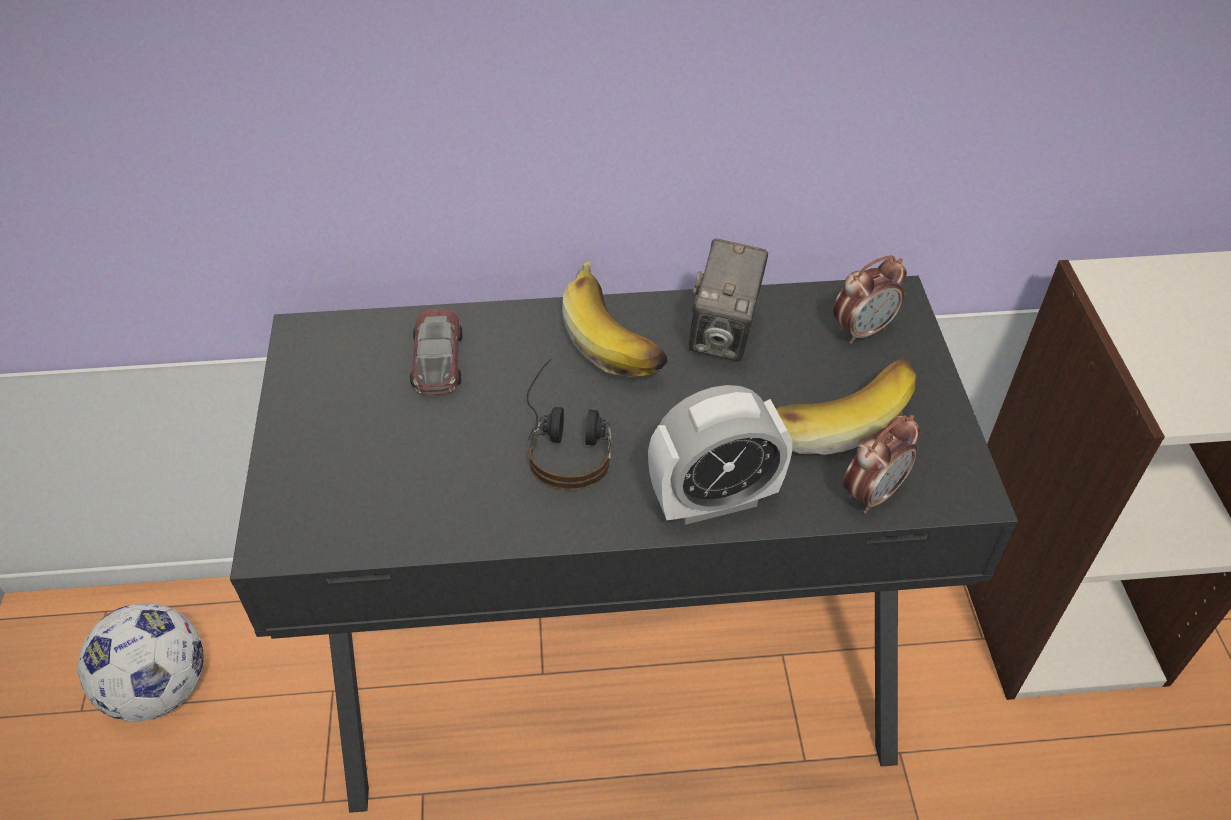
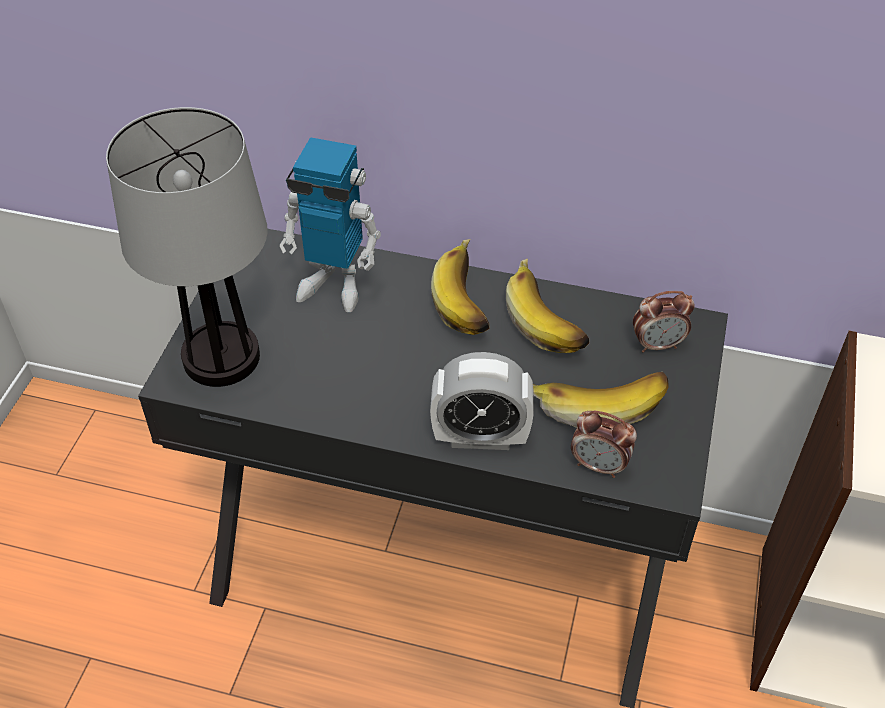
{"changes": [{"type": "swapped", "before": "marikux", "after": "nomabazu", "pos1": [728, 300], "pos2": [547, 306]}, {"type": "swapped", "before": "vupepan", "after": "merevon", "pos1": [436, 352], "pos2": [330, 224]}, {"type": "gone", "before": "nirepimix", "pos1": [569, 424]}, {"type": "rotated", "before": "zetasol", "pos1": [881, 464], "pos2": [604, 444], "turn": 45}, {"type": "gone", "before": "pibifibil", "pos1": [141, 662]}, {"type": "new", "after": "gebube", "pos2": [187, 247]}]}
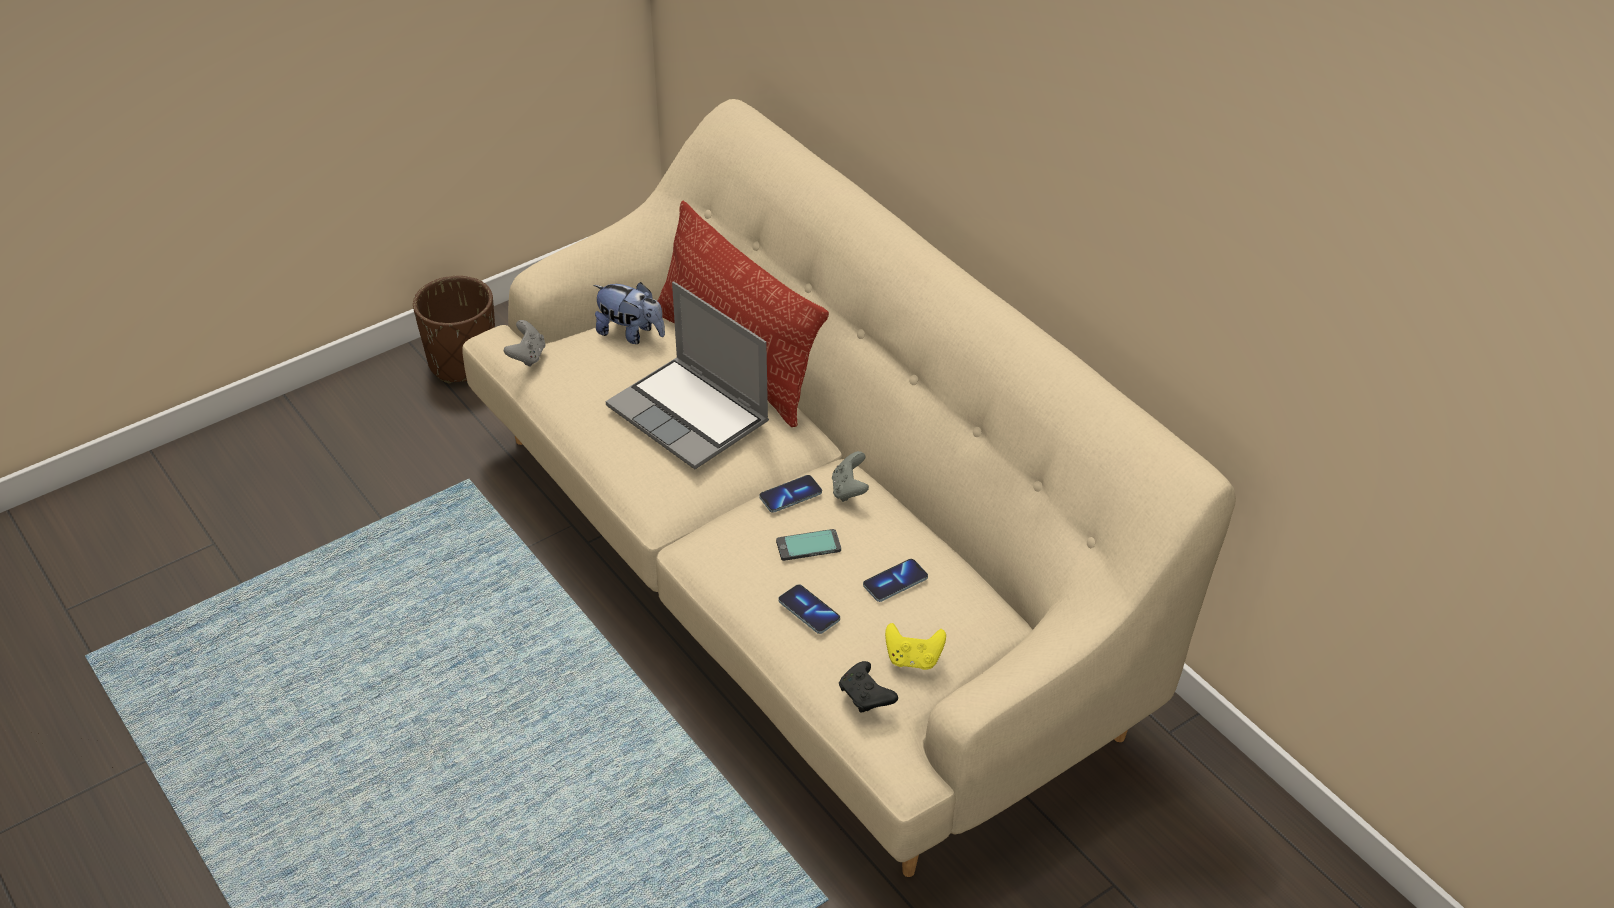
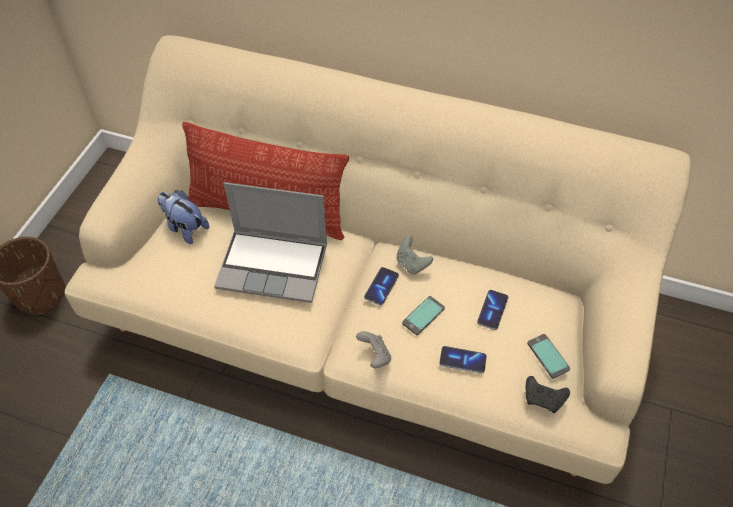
{"changes": [{"type": "rotated", "before": "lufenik", "pos1": [629, 313], "pos2": [183, 217], "turn": -135}, {"type": "shifted", "before": "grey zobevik", "pos1": [524, 343], "pos2": [373, 349]}, {"type": "swapped", "before": "yellow zobevik", "after": "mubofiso", "pos1": [915, 646], "pos2": [548, 356]}]}
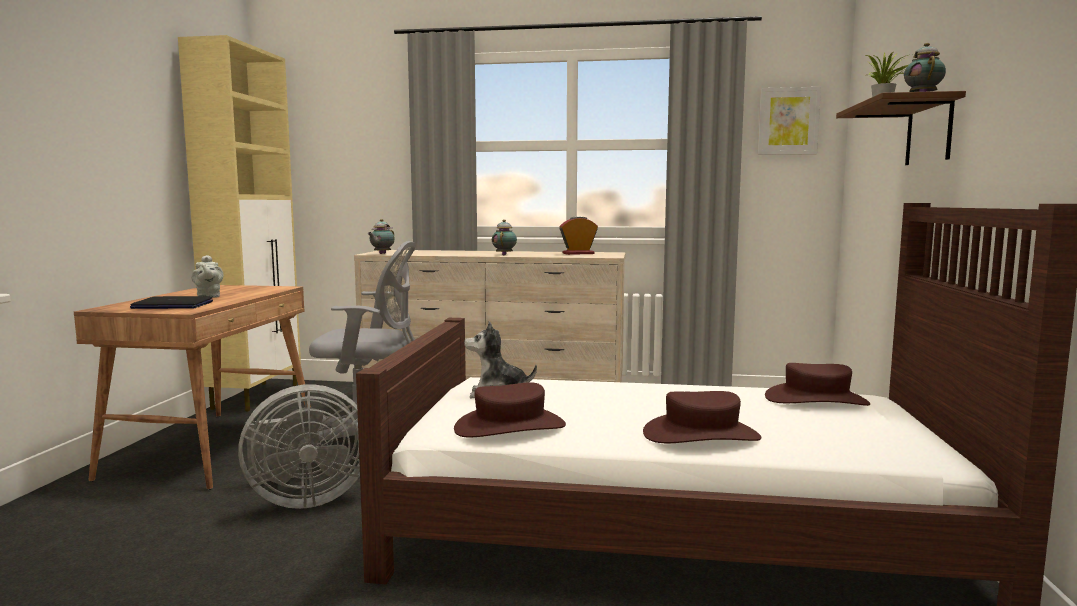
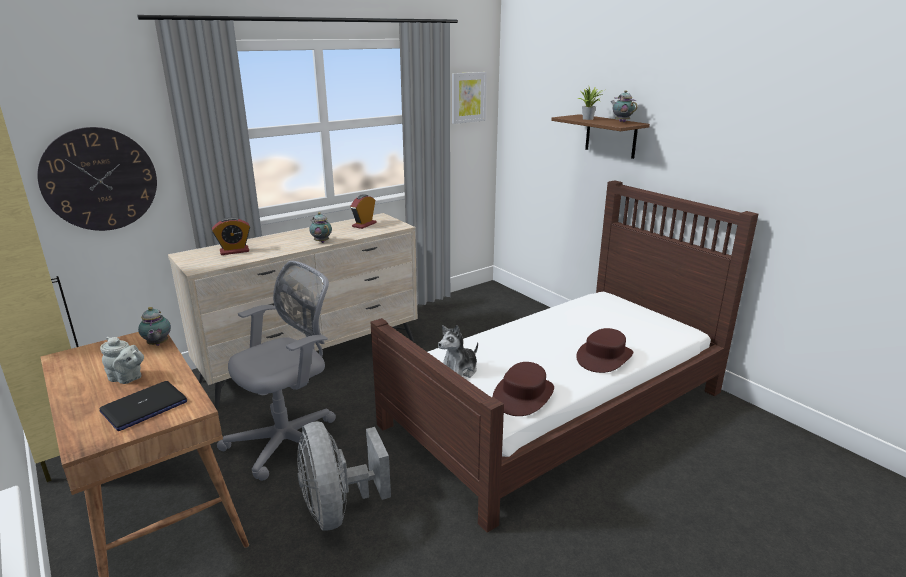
{"changes": [{"type": "shifted", "before": "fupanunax", "pos1": [381, 236], "pos2": [154, 326]}, {"type": "gone", "before": "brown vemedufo", "pos1": [817, 384]}, {"type": "rotated", "before": "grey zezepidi", "pos1": [299, 446], "pos2": [344, 476], "turn": 135}, {"type": "new", "after": "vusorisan", "pos2": [97, 179]}, {"type": "new", "after": "zetasol", "pos2": [231, 236]}]}
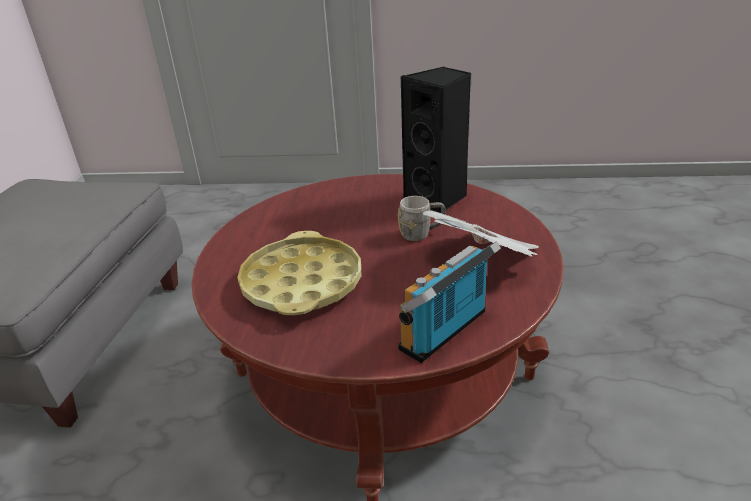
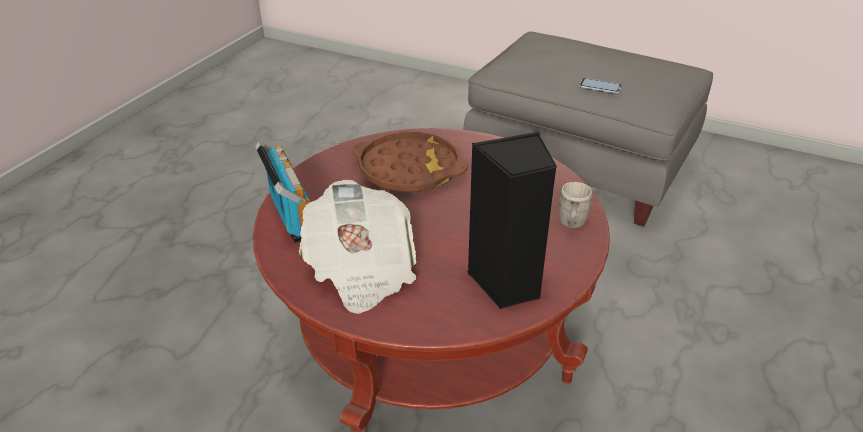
{"changes": [{"type": "shifted", "before": "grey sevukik", "pos1": [422, 218], "pos2": [575, 205]}, {"type": "repainted", "before": "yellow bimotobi", "after": "brown bimotobi", "pos1": [299, 273], "pos2": [410, 162]}, {"type": "new", "after": "mubofiso", "pos2": [601, 85]}]}
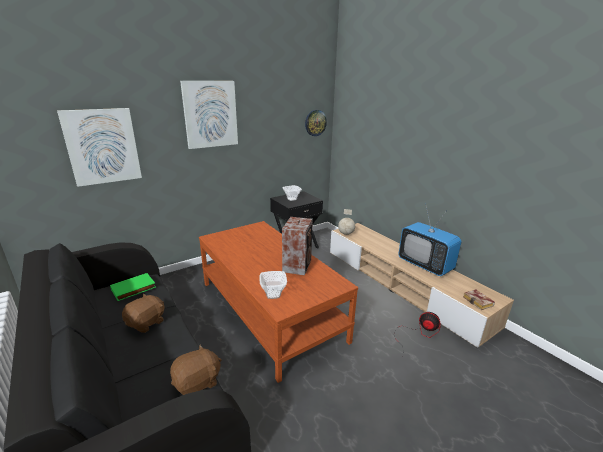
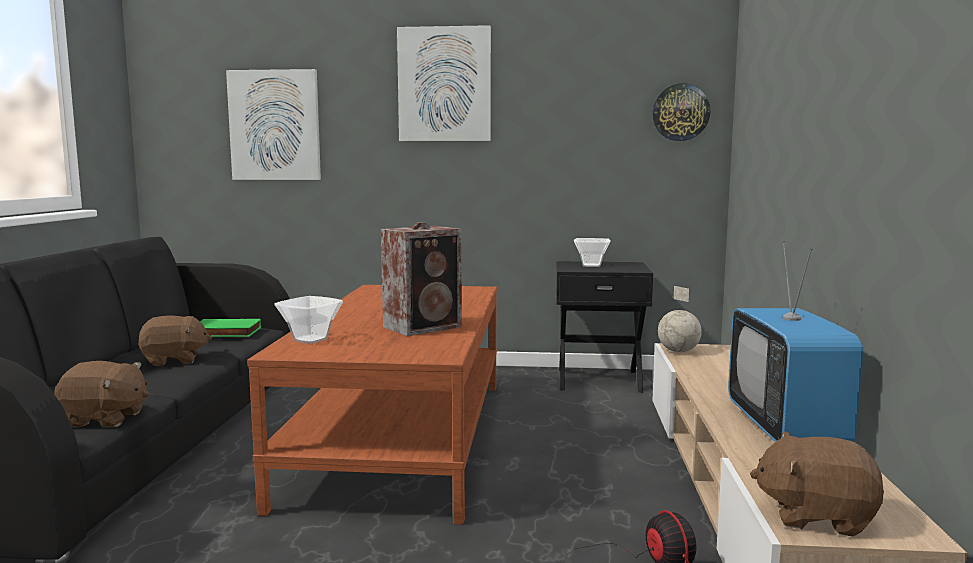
{"changes": [{"type": "swapped", "before": "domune", "after": "brown lufenik", "pos1": [479, 299], "pos2": [817, 484]}]}
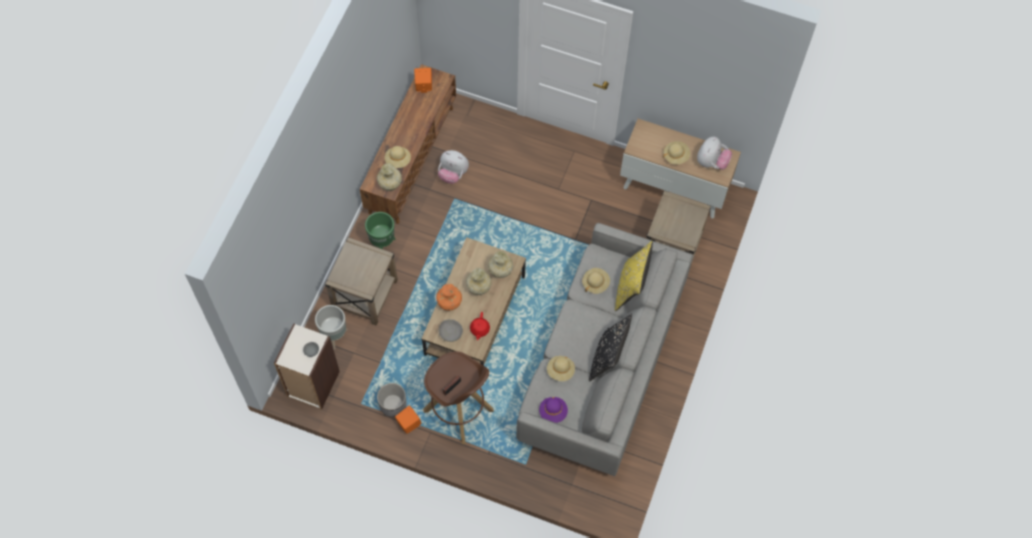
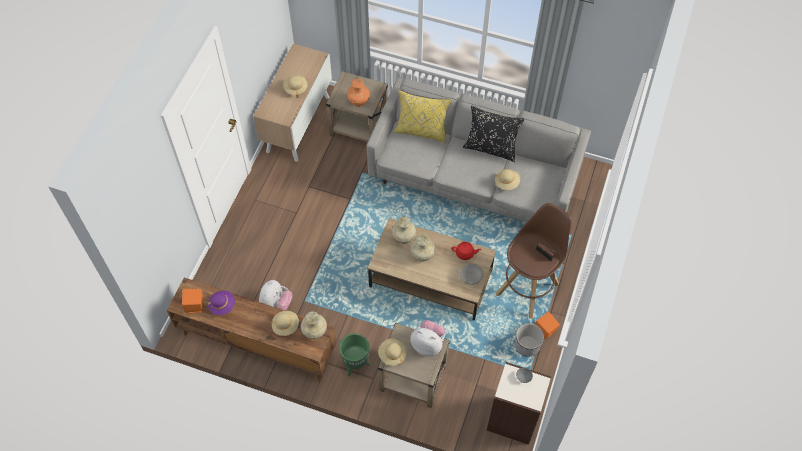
{"changes": [{"type": "shifted", "before": "lufenik", "pos1": [714, 153], "pos2": [428, 338]}, {"type": "shifted", "before": "beige vemedufo", "pos1": [596, 281], "pos2": [392, 352]}, {"type": "shifted", "before": "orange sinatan", "pos1": [449, 297], "pos2": [358, 93]}, {"type": "gone", "before": "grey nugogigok", "pos1": [331, 327]}, {"type": "shifted", "before": "purple vemedufo", "pos1": [553, 410], "pos2": [221, 303]}]}
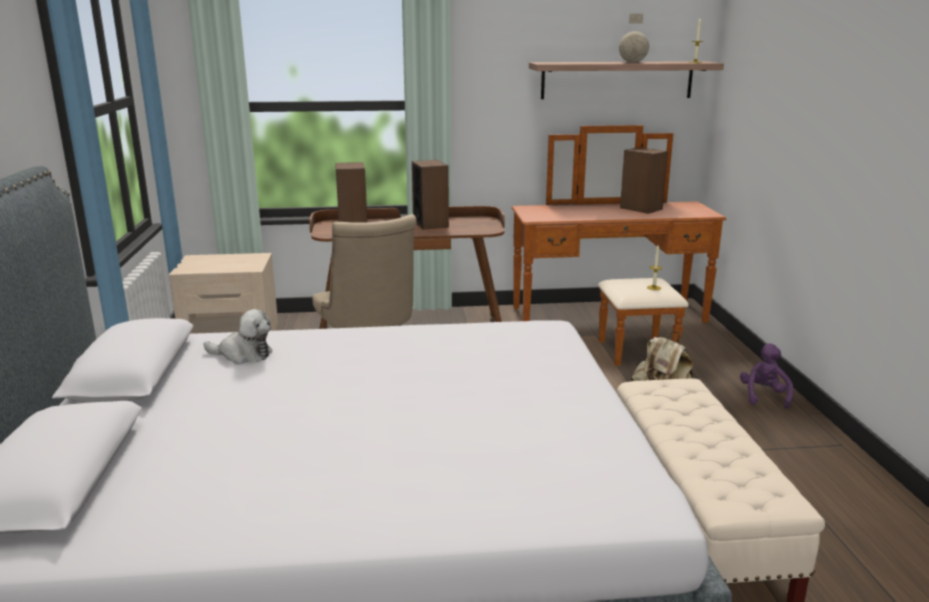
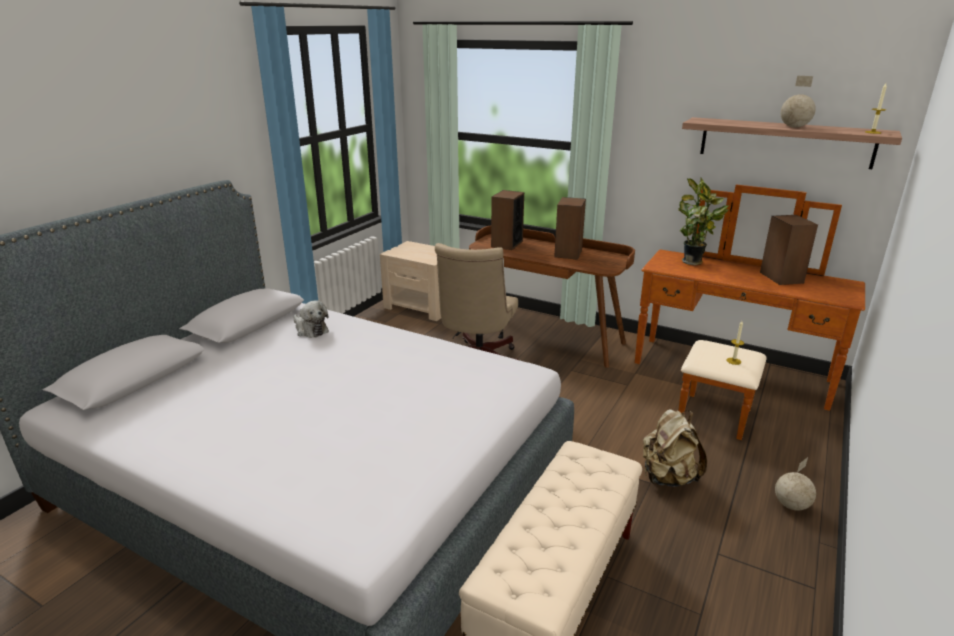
{"changes": [{"type": "swapped", "before": "purple lufenik", "after": "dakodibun", "pos1": [766, 376], "pos2": [795, 483]}, {"type": "new", "after": "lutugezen", "pos2": [703, 222]}]}
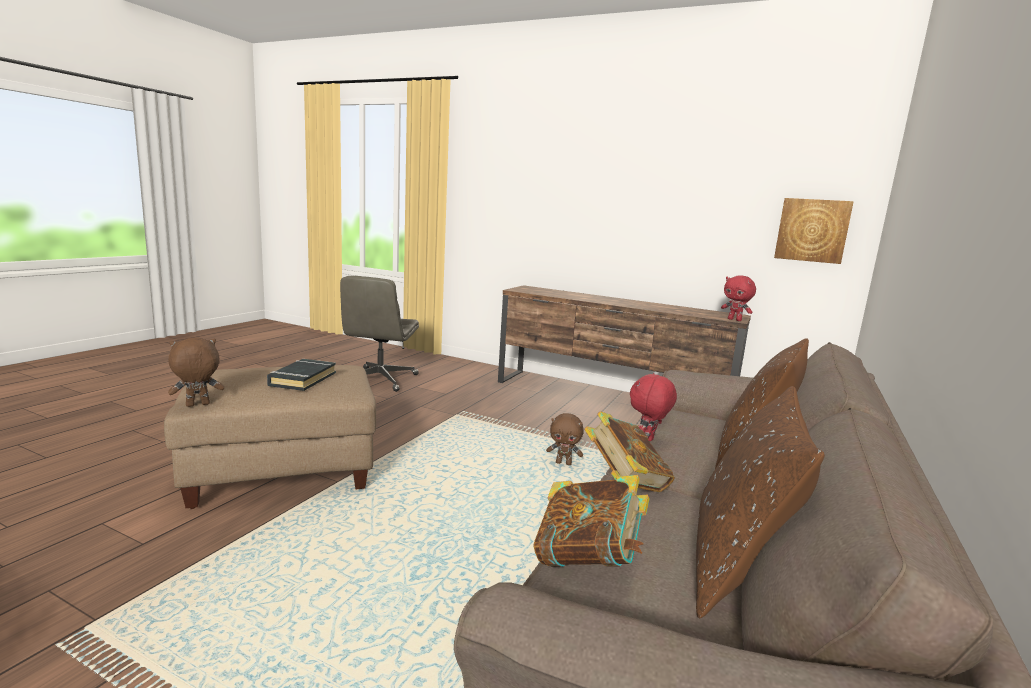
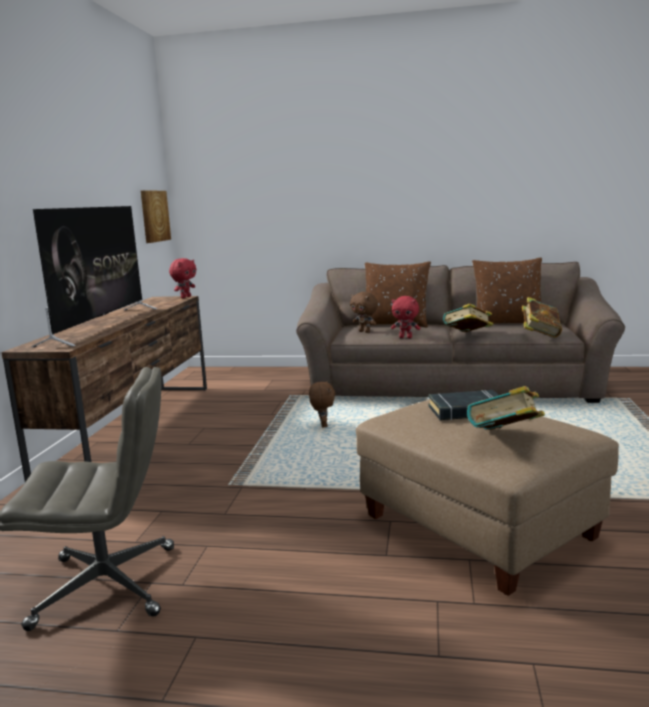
{"changes": [{"type": "shifted", "before": "brown lufenik", "pos1": [196, 372], "pos2": [364, 312]}, {"type": "new", "after": "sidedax", "pos2": [94, 276]}, {"type": "new", "after": "domune", "pos2": [506, 408]}]}
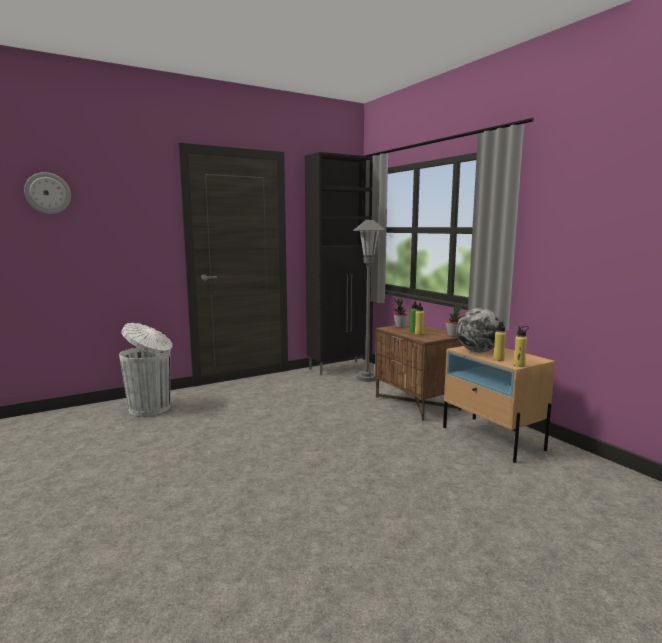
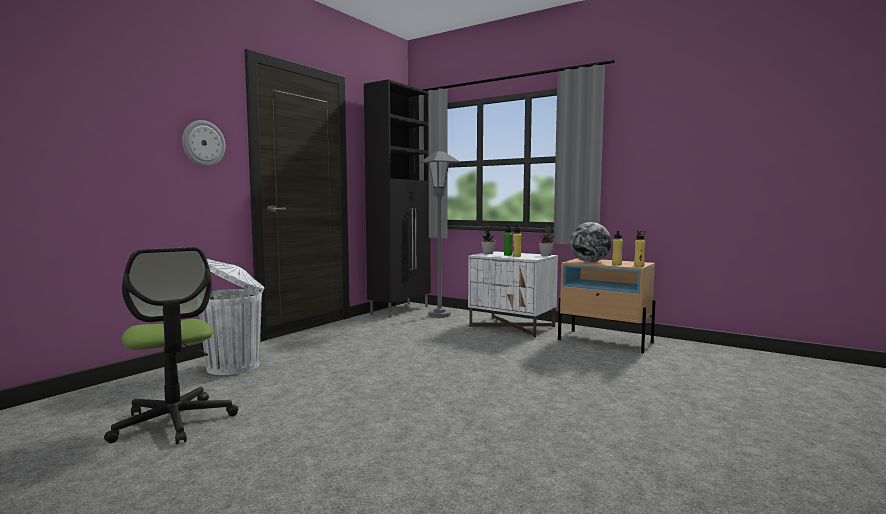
{"changes": [{"type": "shifted", "before": "vusorisan", "pos1": [47, 193], "pos2": [203, 143]}, {"type": "repainted", "before": "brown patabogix", "after": "white patabogix", "pos1": [419, 372], "pos2": [513, 294]}, {"type": "new", "after": "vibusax", "pos2": [171, 345]}]}
